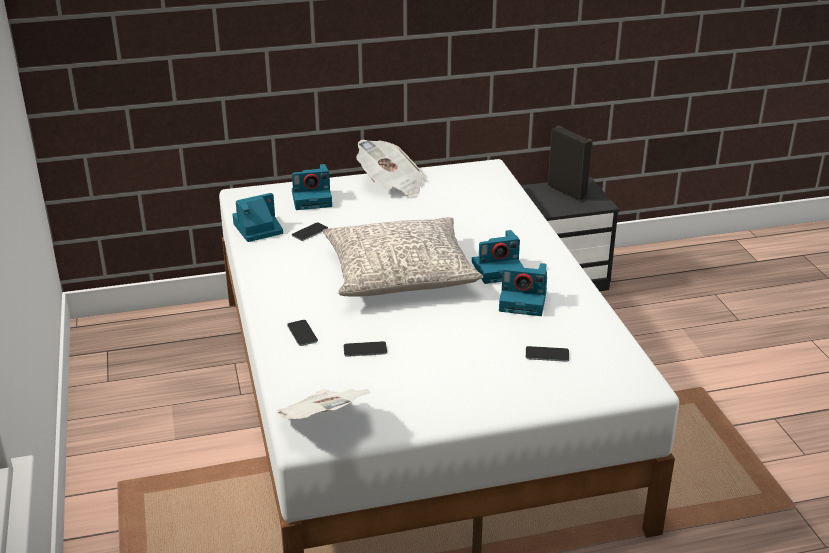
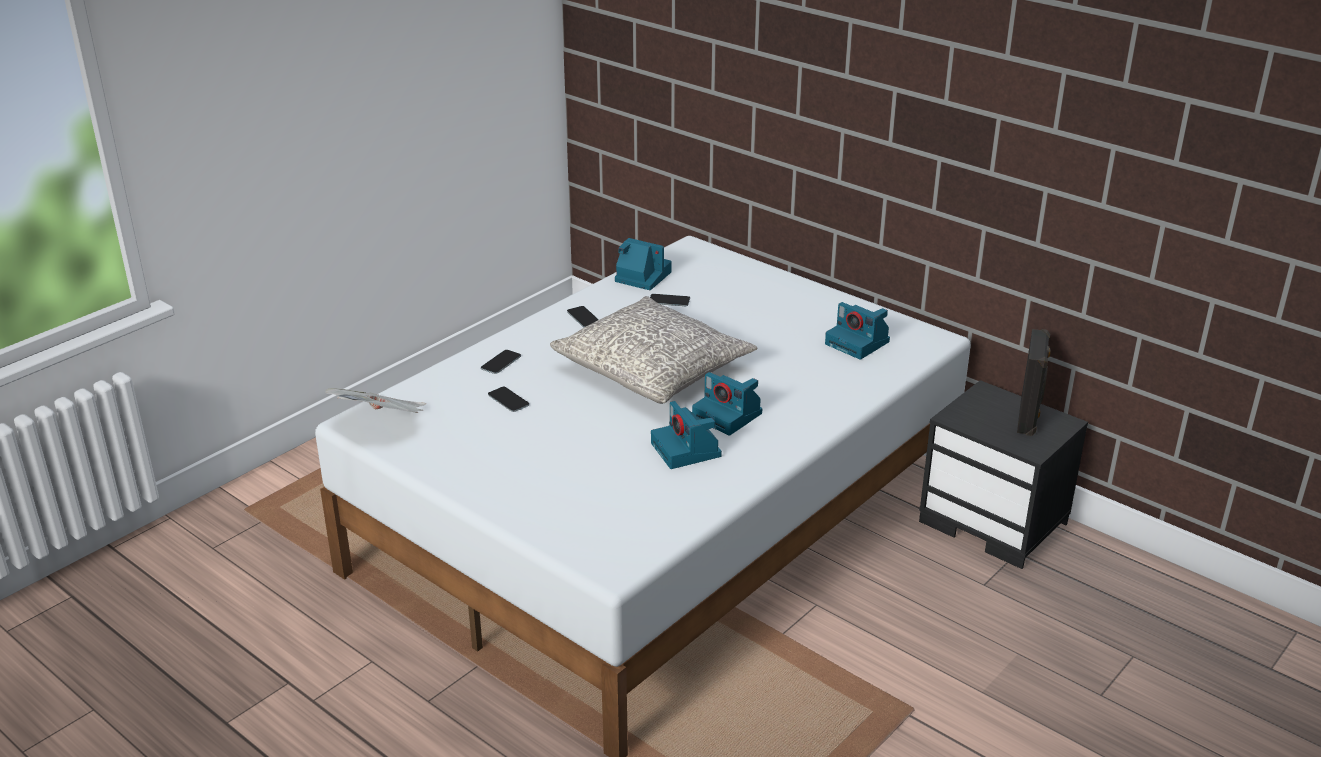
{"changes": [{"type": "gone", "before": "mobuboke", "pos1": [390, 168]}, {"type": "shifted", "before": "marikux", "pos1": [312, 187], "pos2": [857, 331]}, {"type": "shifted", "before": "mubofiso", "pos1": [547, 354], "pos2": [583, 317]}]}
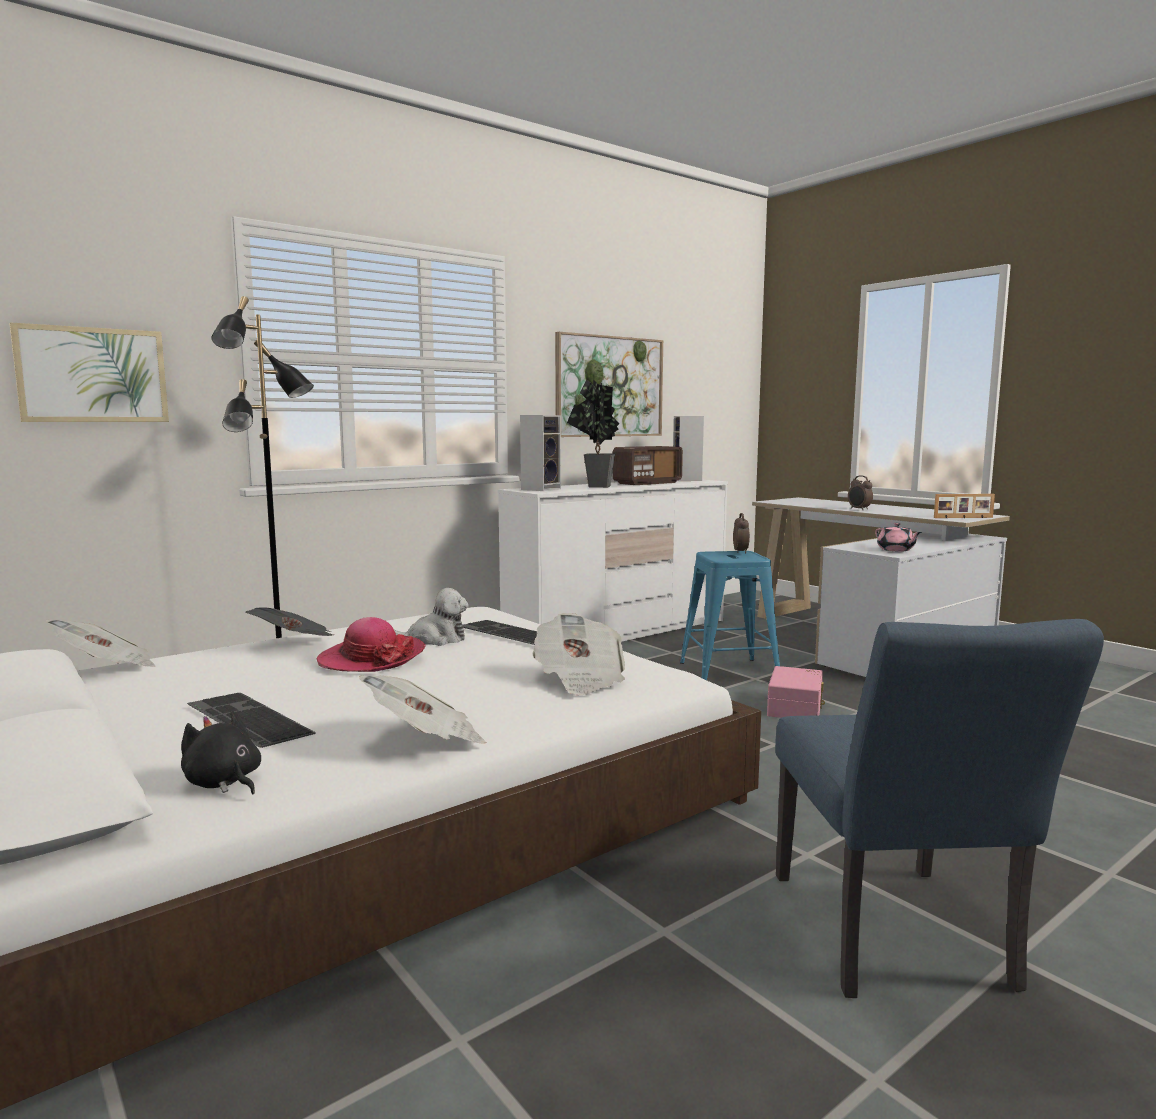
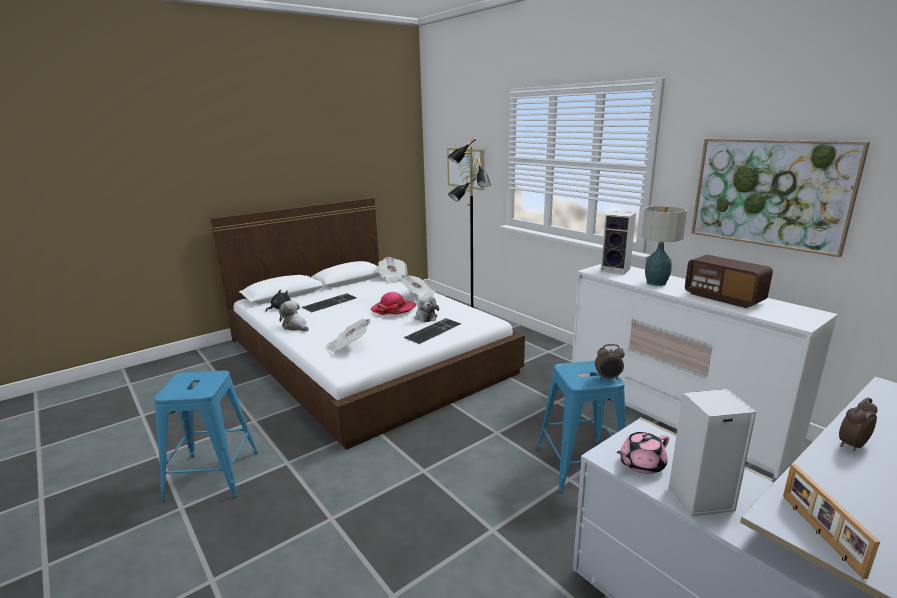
{"changes": [{"type": "swapped", "before": "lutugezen", "after": "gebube", "pos1": [593, 433], "pos2": [664, 246]}, {"type": "shifted", "before": "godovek", "pos1": [688, 448], "pos2": [712, 452]}, {"type": "swapped", "before": "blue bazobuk", "after": "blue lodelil", "pos1": [939, 808], "pos2": [206, 436]}, {"type": "gone", "before": "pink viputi", "pos1": [796, 692]}, {"type": "swapped", "before": "mobuboke", "after": "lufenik", "pos1": [423, 709], "pos2": [294, 316]}]}
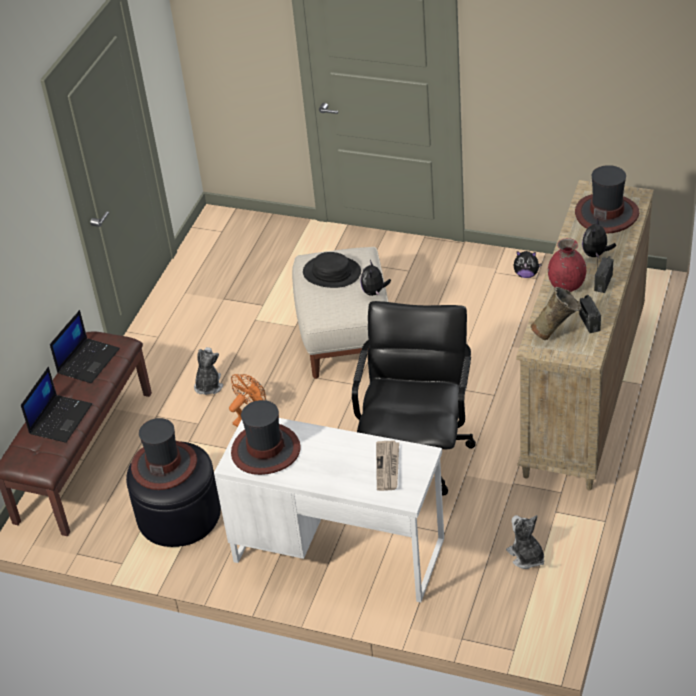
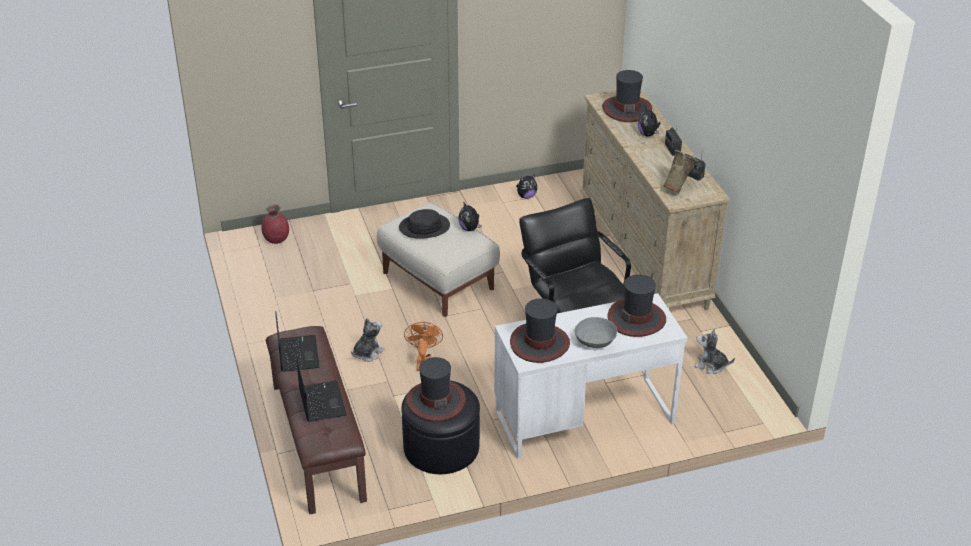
{"changes": [{"type": "shifted", "before": "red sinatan", "pos1": [567, 265], "pos2": [275, 224]}, {"type": "rotated", "before": "lufenik", "pos1": [208, 371], "pos2": [368, 340], "turn": 75}, {"type": "swapped", "before": "mobuboke", "after": "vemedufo", "pos1": [387, 465], "pos2": [637, 306]}, {"type": "new", "after": "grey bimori", "pos2": [596, 332]}]}
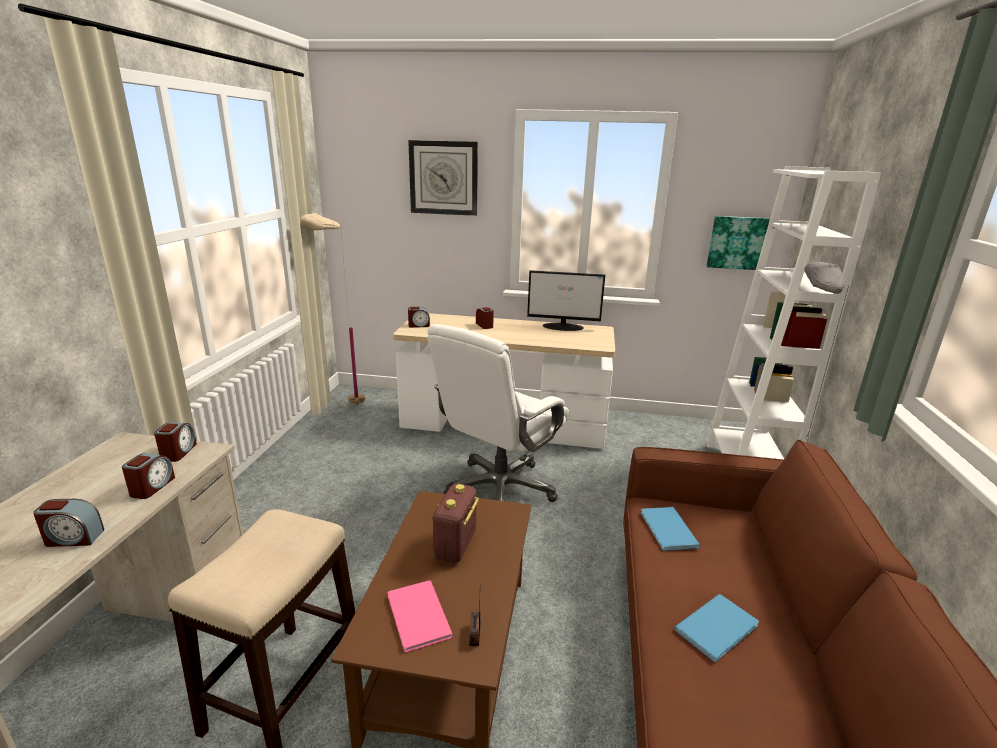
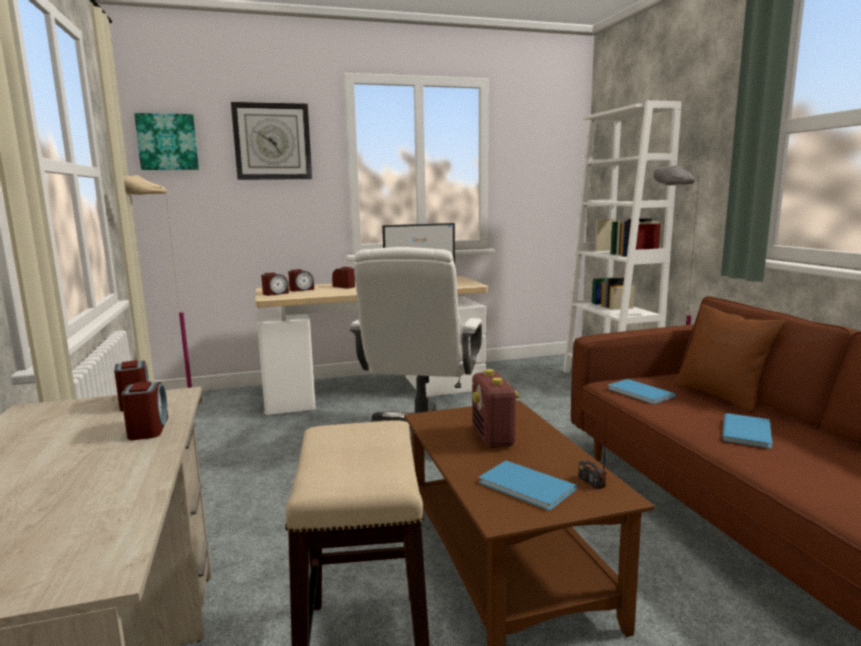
{"changes": [{"type": "shifted", "before": "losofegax", "pos1": [738, 243], "pos2": [166, 141]}, {"type": "shifted", "before": "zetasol", "pos1": [68, 523], "pos2": [301, 280]}, {"type": "repainted", "before": "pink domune", "after": "blue domune", "pos1": [420, 617], "pos2": [528, 485]}, {"type": "new", "after": "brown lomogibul", "pos2": [730, 358]}]}
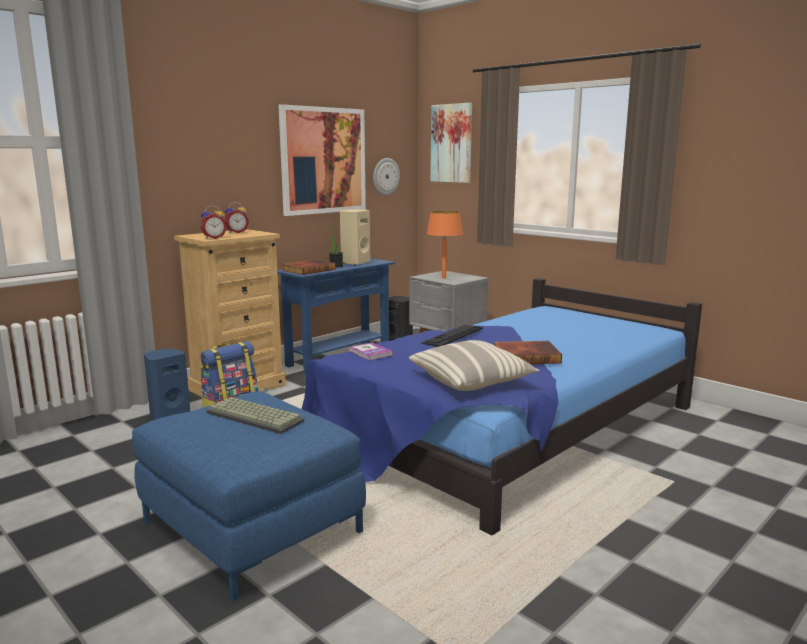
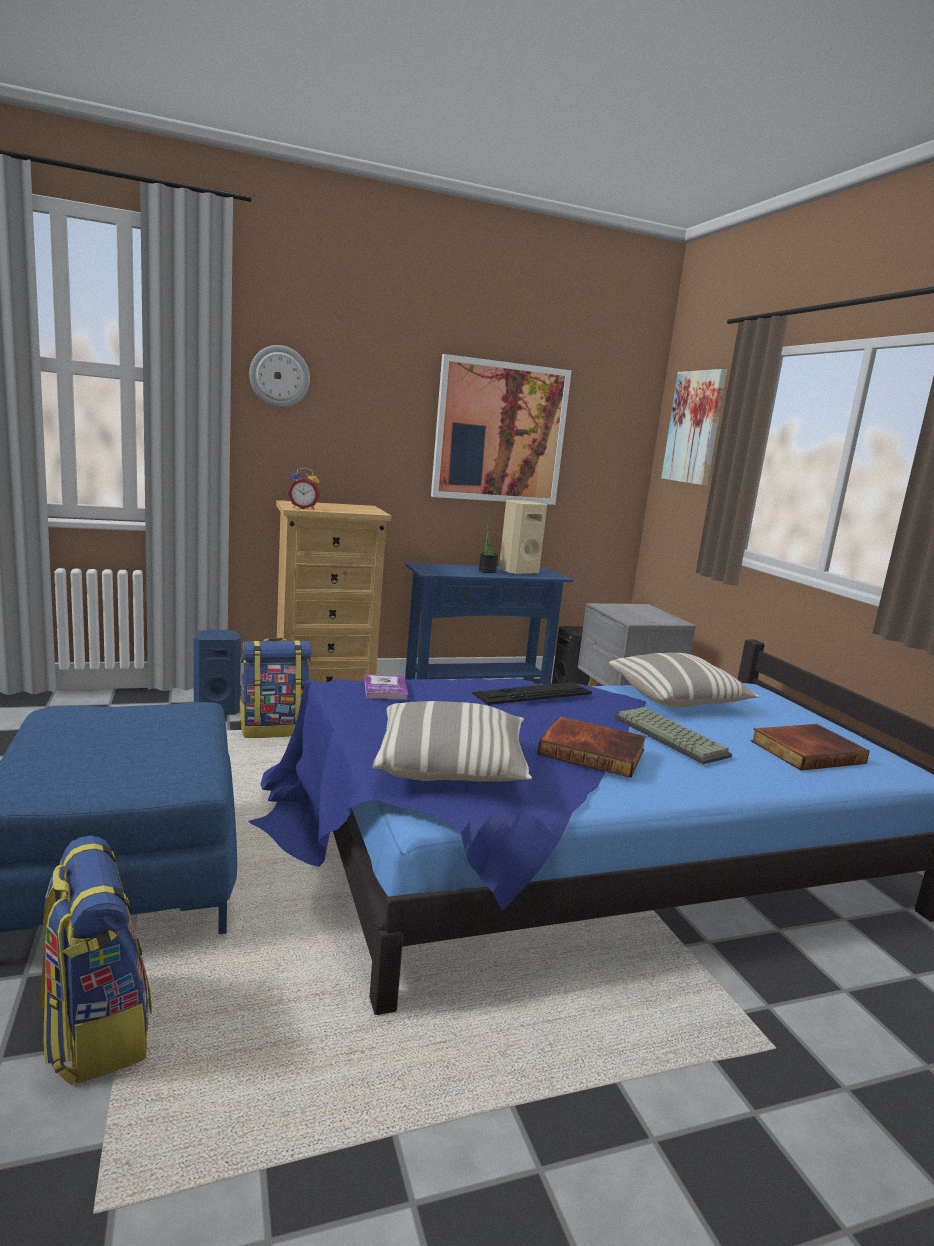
{"changes": [{"type": "shifted", "before": "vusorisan", "pos1": [386, 176], "pos2": [279, 376]}, {"type": "gone", "before": "zetasol", "pos1": [236, 217]}, {"type": "gone", "before": "orange gebube", "pos1": [444, 245]}, {"type": "shifted", "before": "domune", "pos1": [308, 267], "pos2": [810, 747]}, {"type": "shifted", "before": "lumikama", "pos1": [255, 415], "pos2": [673, 735]}, {"type": "new", "after": "lomogibul", "pos2": [684, 680]}, {"type": "new", "after": "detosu", "pos2": [96, 960]}]}
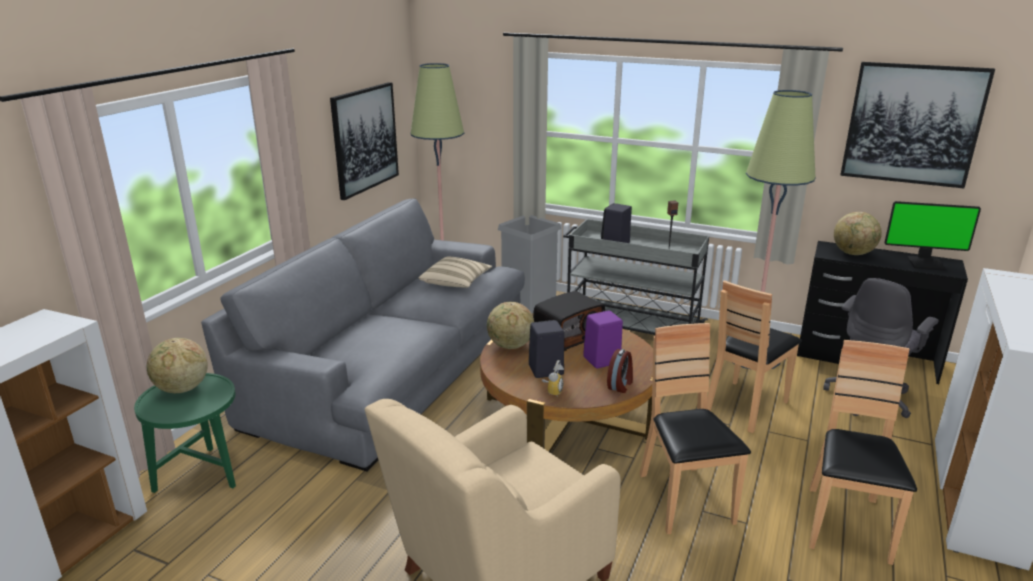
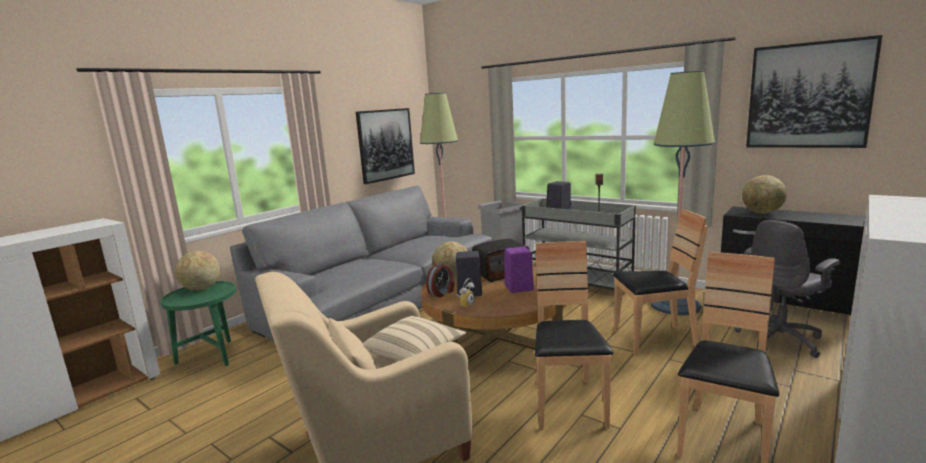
{"changes": [{"type": "gone", "before": "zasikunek", "pos1": [932, 236]}, {"type": "shifted", "before": "beige lomogibul", "pos1": [455, 272], "pos2": [414, 338]}, {"type": "rotated", "before": "brown bazobuk", "pos1": [754, 356], "pos2": [660, 282], "turn": -150}, {"type": "shifted", "before": "zetasol", "pos1": [620, 371], "pos2": [440, 280]}]}
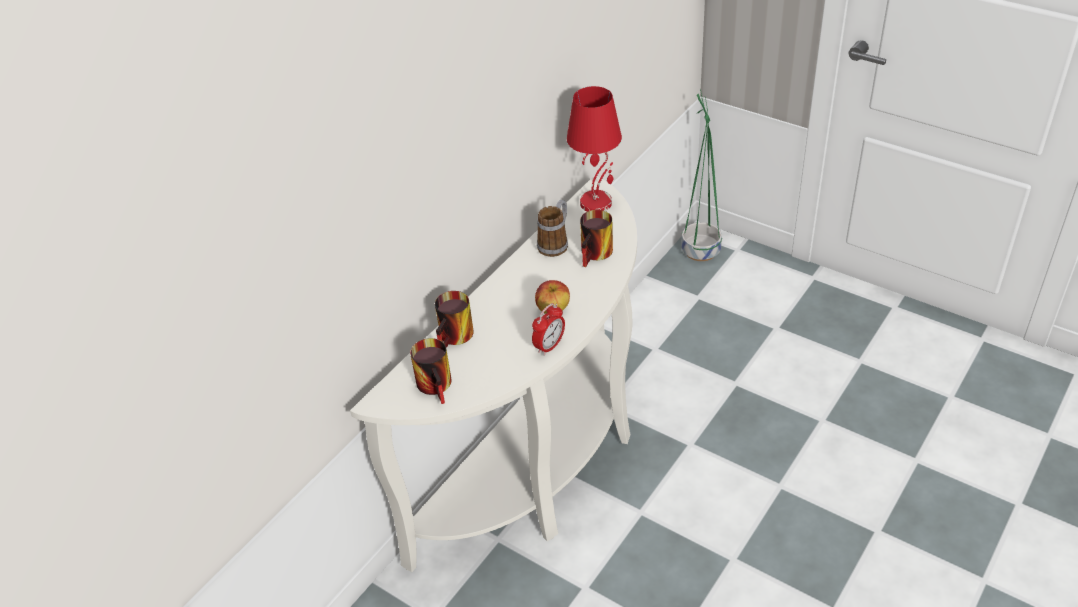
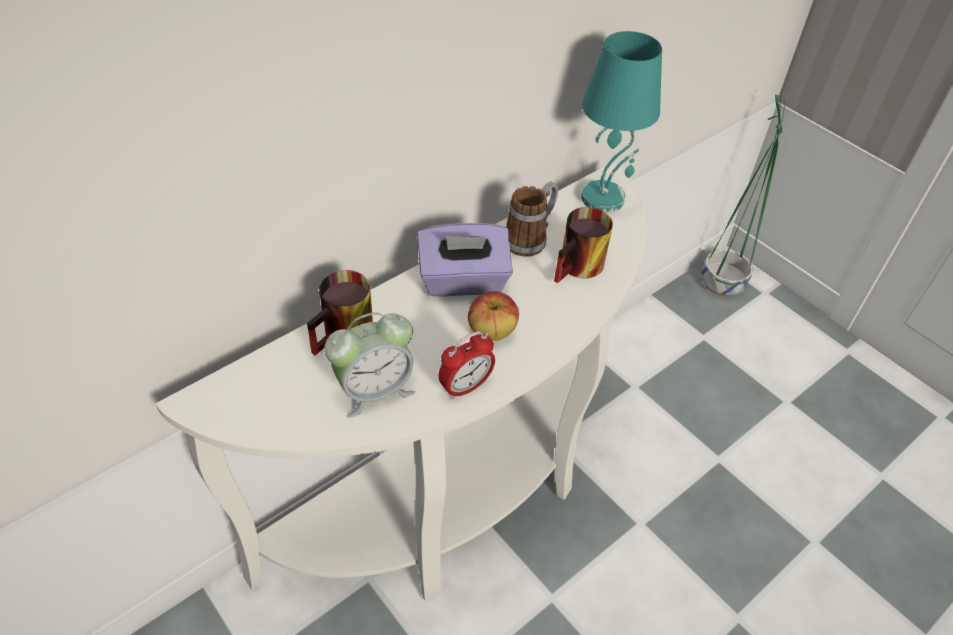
{"changes": [{"type": "repainted", "before": "red gebube", "after": "turquoise gebube", "pos1": [594, 149], "pos2": [621, 122]}, {"type": "gone", "before": "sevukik", "pos1": [431, 371]}, {"type": "new", "after": "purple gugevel", "pos2": [465, 260]}, {"type": "new", "after": "zetasol", "pos2": [369, 365]}]}
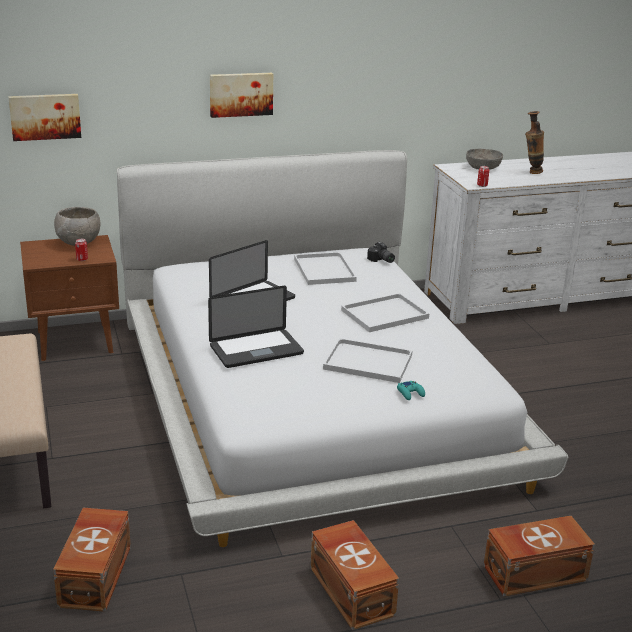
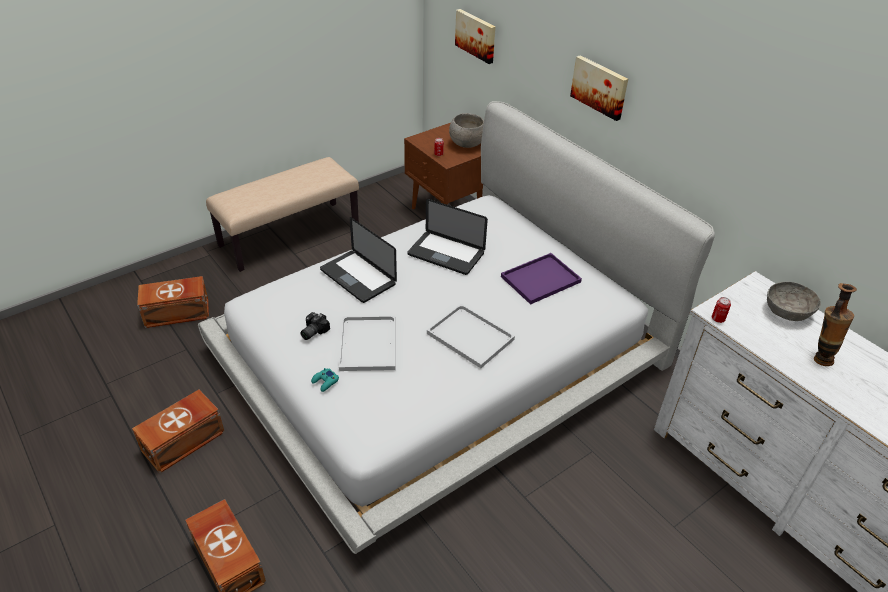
{"changes": [{"type": "shifted", "before": "marikux", "pos1": [381, 252], "pos2": [315, 326]}, {"type": "repainted", "before": "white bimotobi", "after": "purple bimotobi", "pos1": [325, 268], "pos2": [541, 279]}]}
